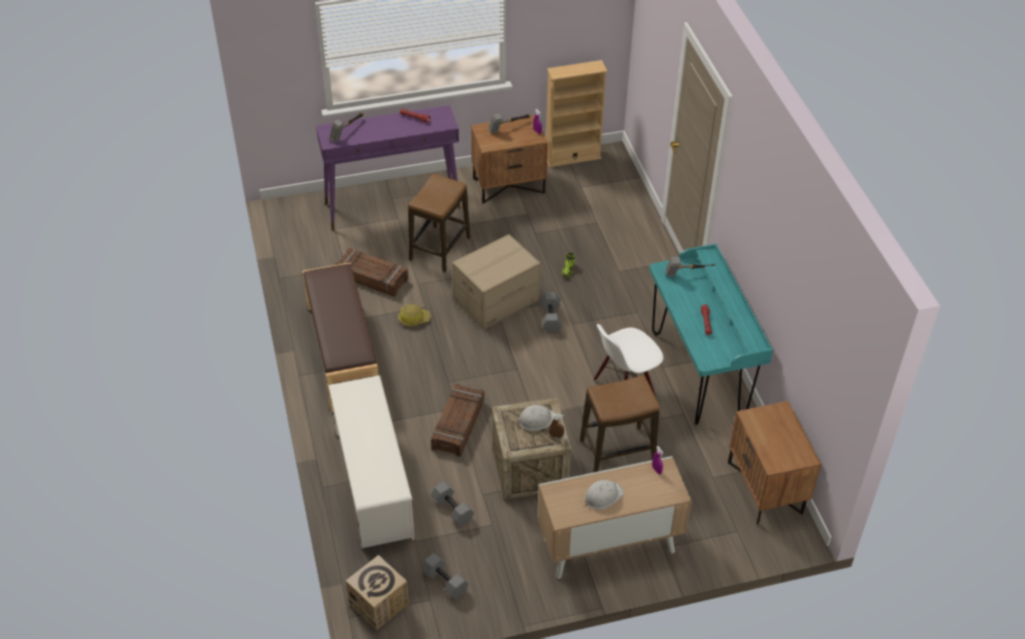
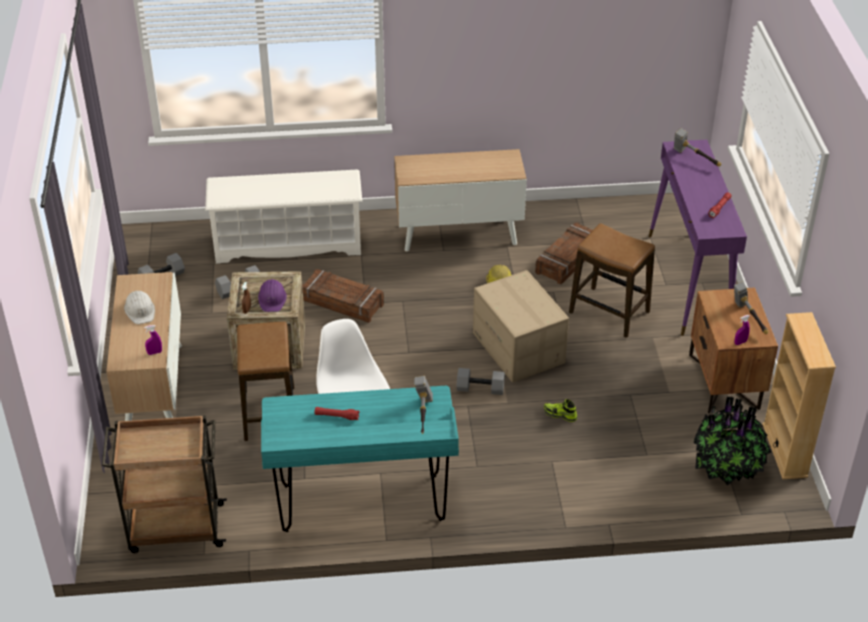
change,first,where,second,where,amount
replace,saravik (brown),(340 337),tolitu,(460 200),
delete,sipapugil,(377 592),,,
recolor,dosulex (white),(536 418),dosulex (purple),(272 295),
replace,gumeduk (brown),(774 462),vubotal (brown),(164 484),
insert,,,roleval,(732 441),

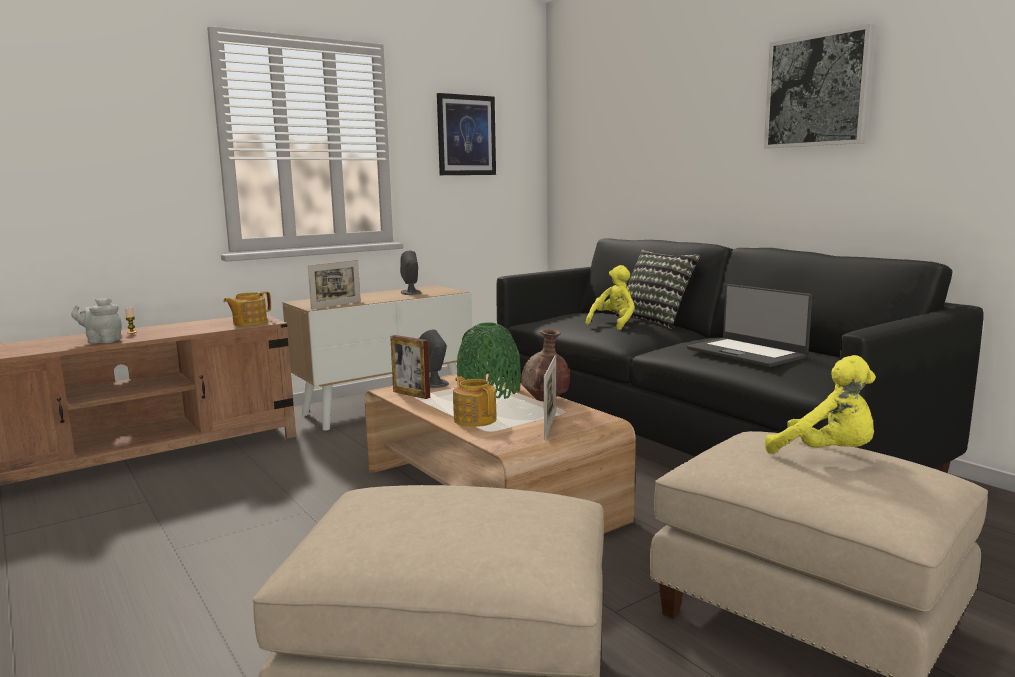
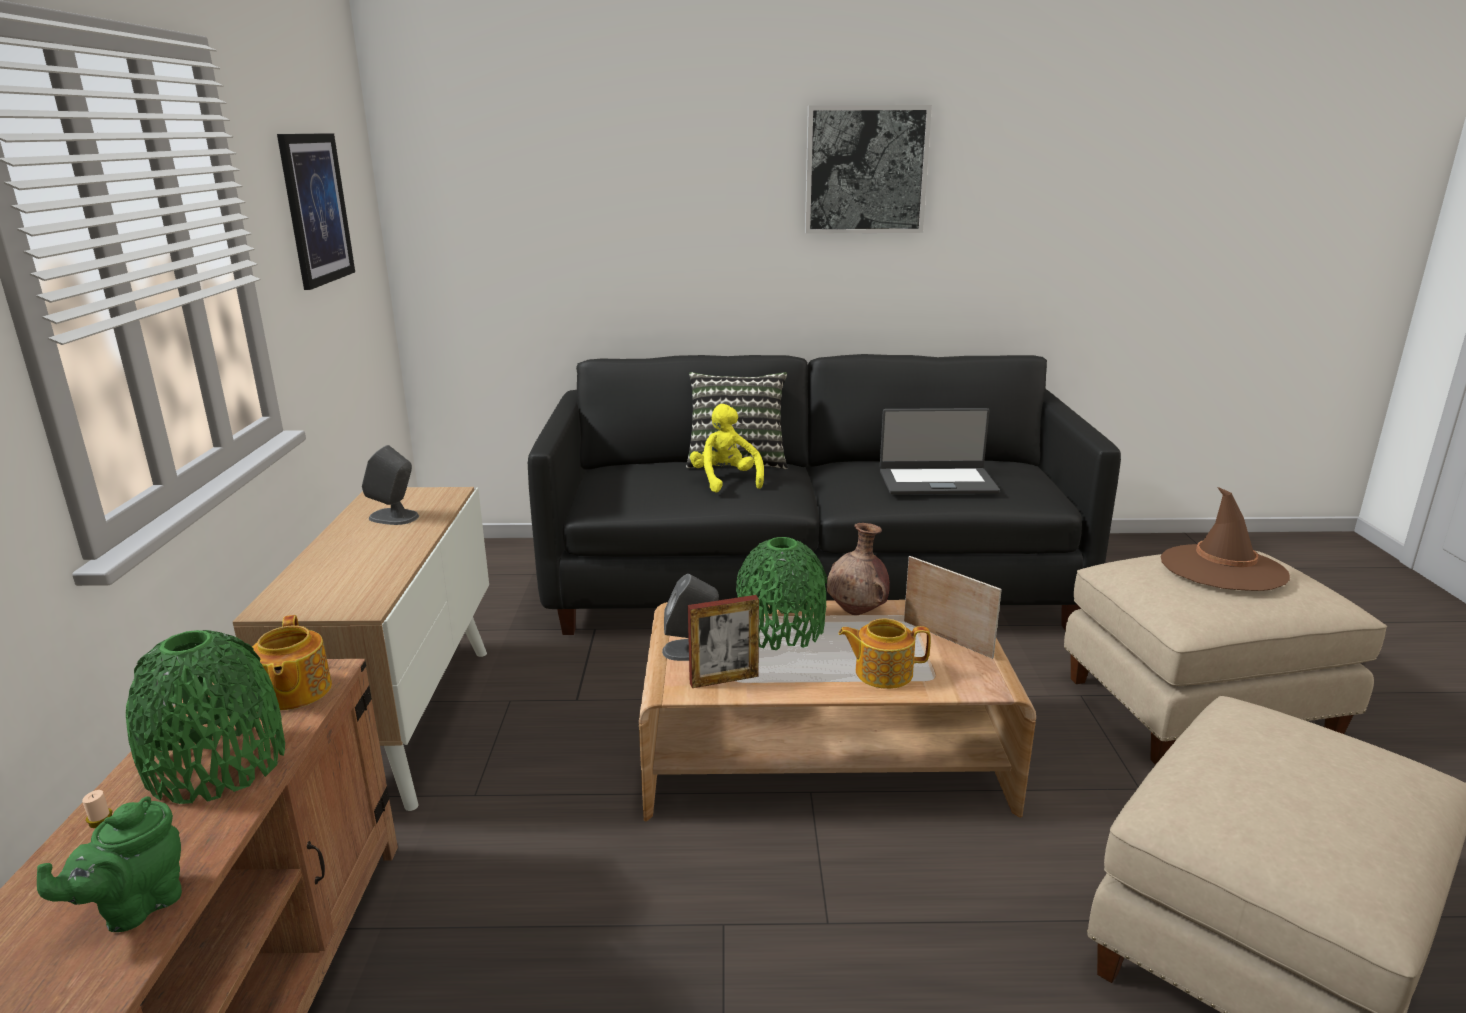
change,first,where,second,where,amount
recolor,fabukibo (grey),(96 321),fabukibo (green),(109 864),
delete,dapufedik,(334 285),,,
replace,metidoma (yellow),(820 404),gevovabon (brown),(1225 539),
insert,,,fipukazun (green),(205 717),

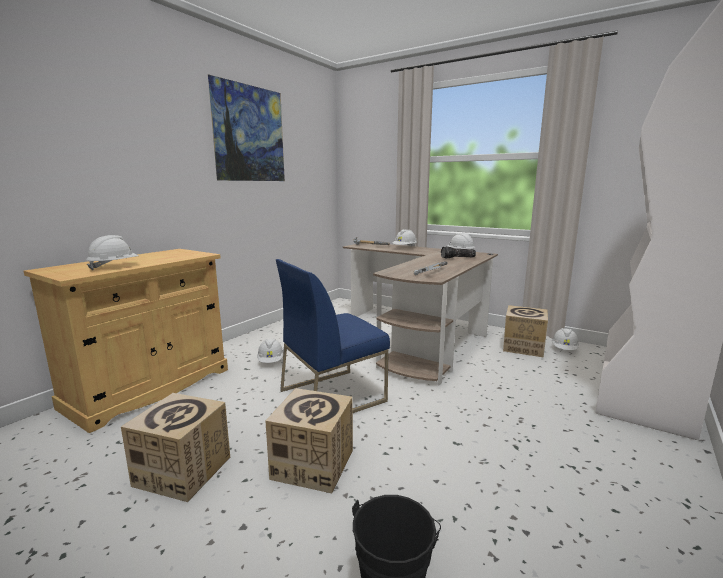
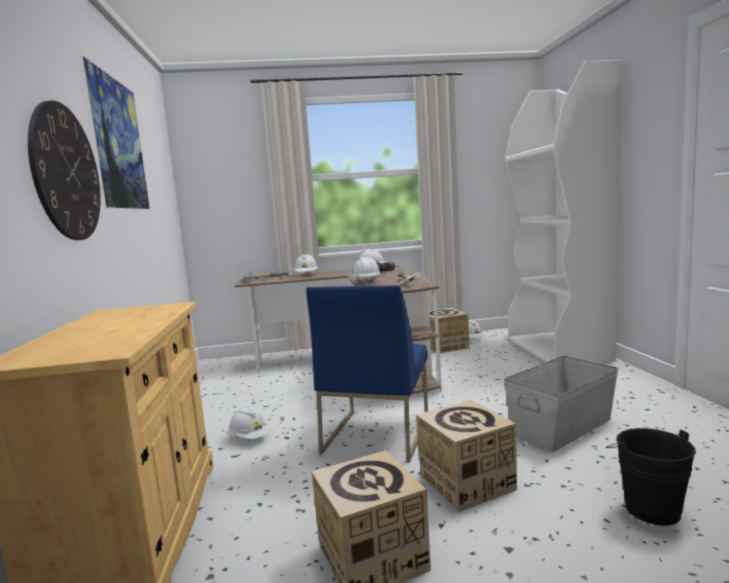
change,first,where,second,where,amount
move,dosulex (white),(112 253),,(367 270),
insert,,,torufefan,(64 170),
insert,,,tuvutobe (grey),(561 404),

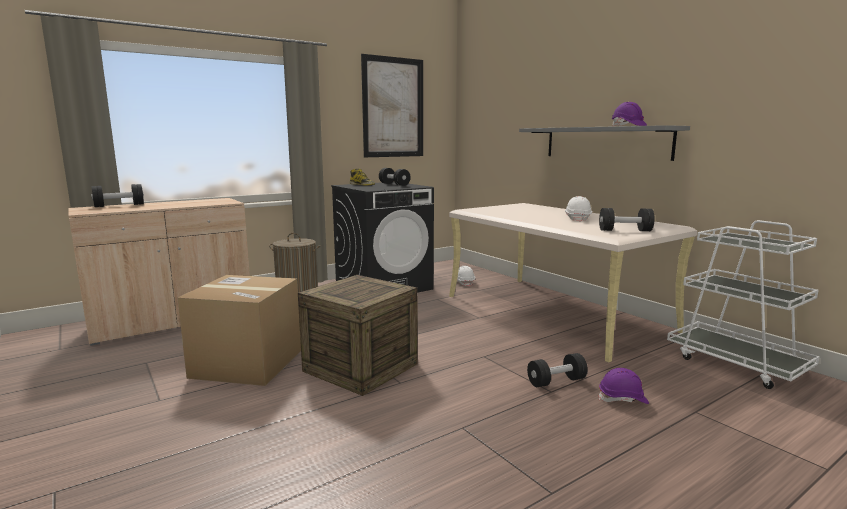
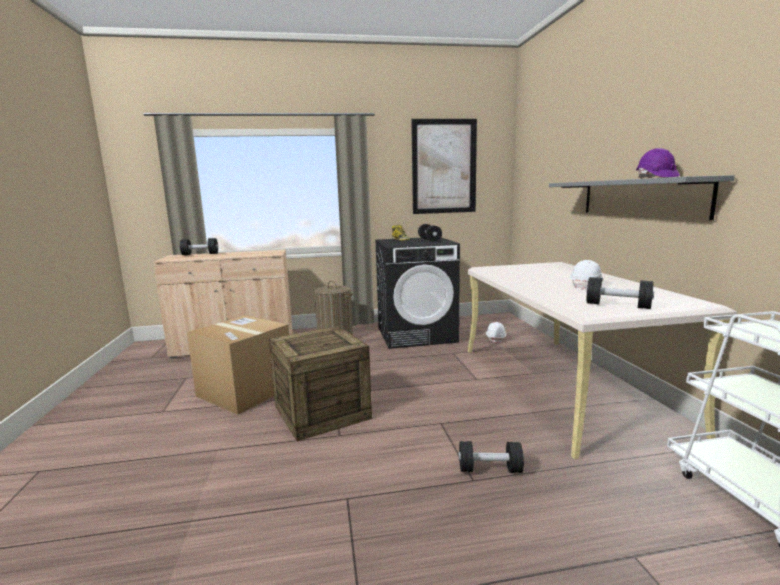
change,first,where,second,where,amount
delete,dosulex (purple),(624 386),,,

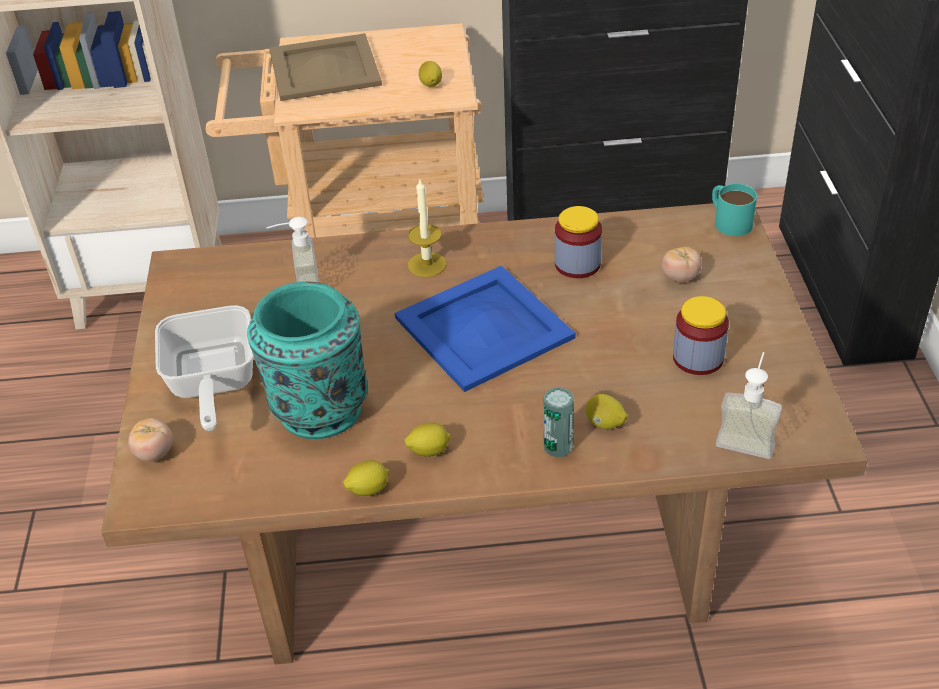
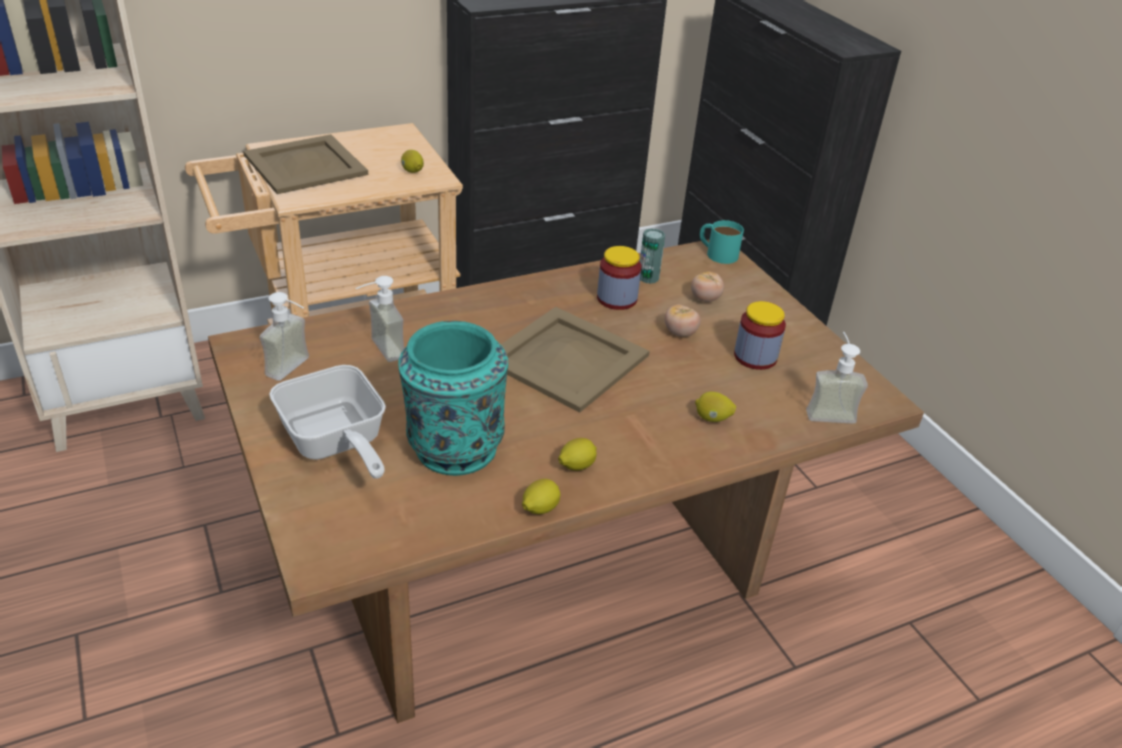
change,first,where,second,where,amount
move,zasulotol,(150 440),,(683 320),
recolor,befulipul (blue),(485 329),befulipul (beige),(575 360),
delete,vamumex,(427 228),,,
move,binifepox,(559 422),,(652 256),
insert,,,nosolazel,(284 336),

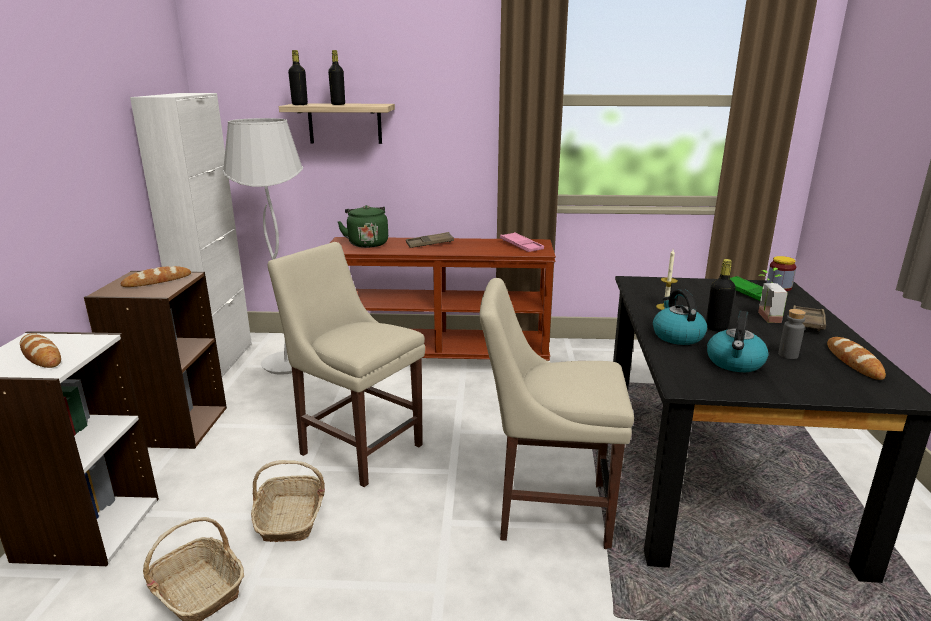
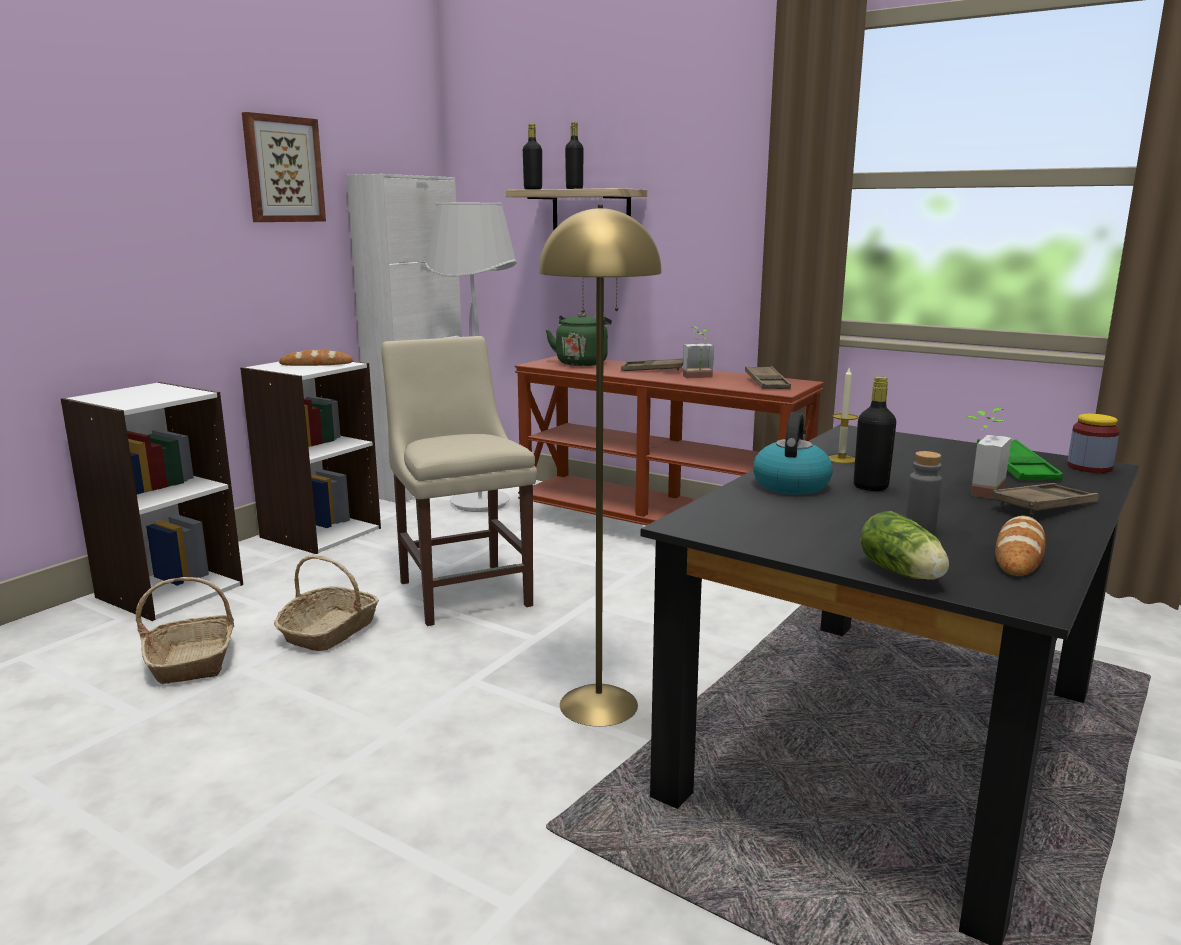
change,first,where,second,where,amount
delete,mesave,(40 350),,,
recolor,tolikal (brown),(155 360),tolikal (white),(310 457),
replace,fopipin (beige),(557 413),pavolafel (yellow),(600 465),
recolor,befulipul (pink),(522 242),befulipul (brown),(768 377),
delete,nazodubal,(737 341),,,
insert,,,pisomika,(284 167),
insert,,,roleval,(698 352),
insert,,,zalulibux,(904 545),

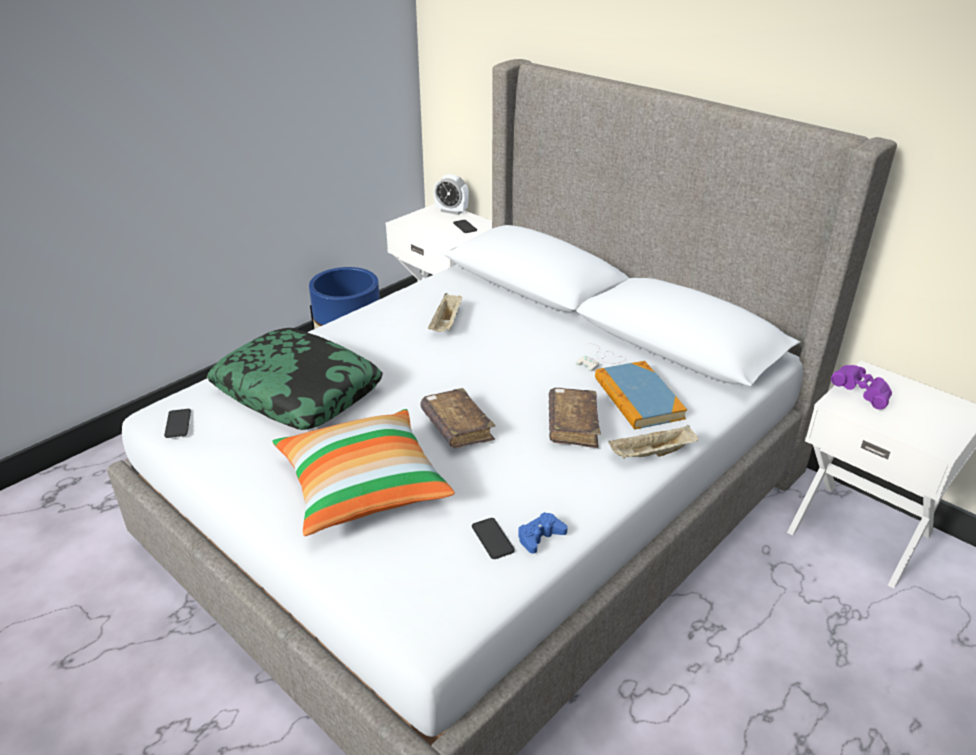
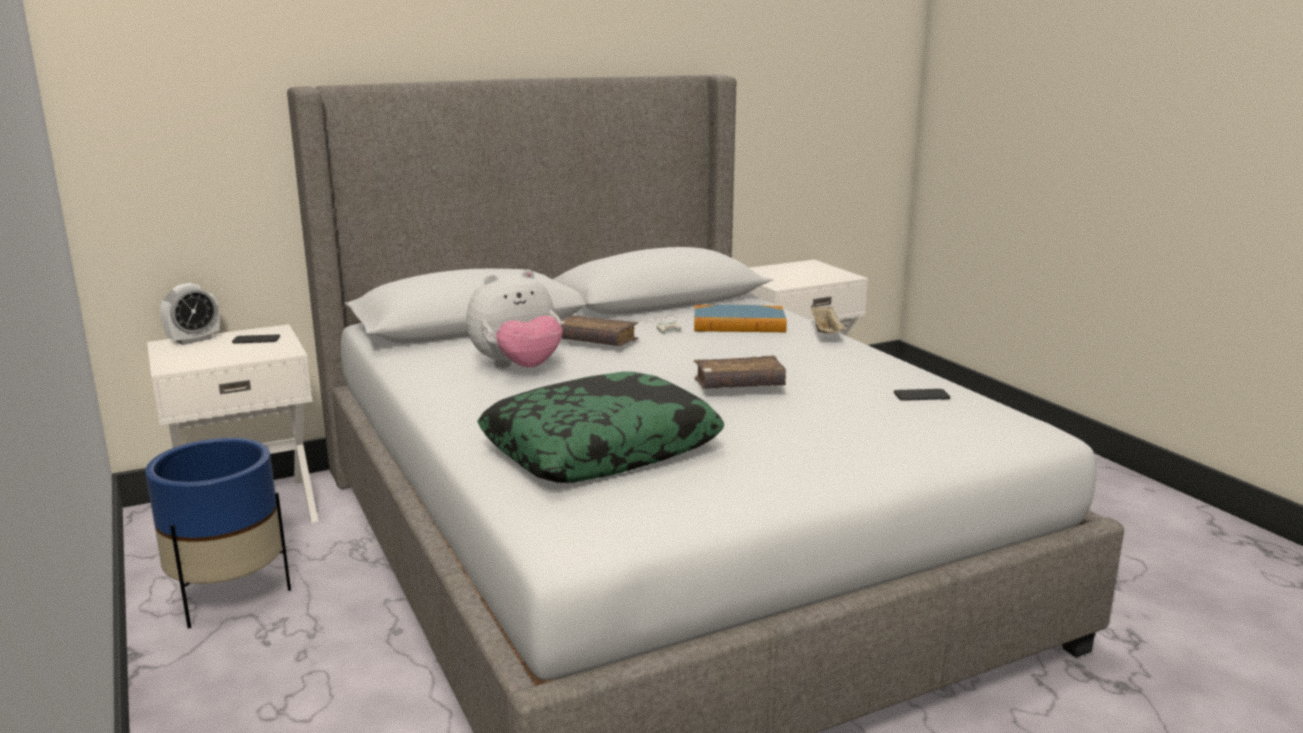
change,first,where,second,where,amount
delete,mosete,(177 423),,,
delete,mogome,(363 472),,,
replace,befulipul (beige),(445 312),metidoma,(514 318),
delete,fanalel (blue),(543 533),,,
move,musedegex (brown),(575 418),,(599 330),
delete,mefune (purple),(861 387),,,

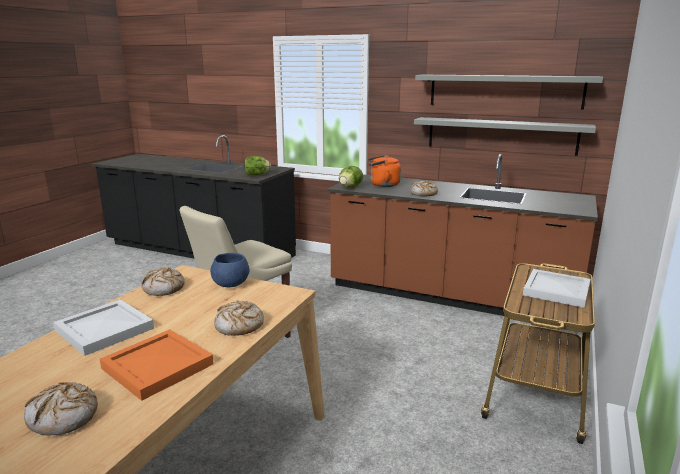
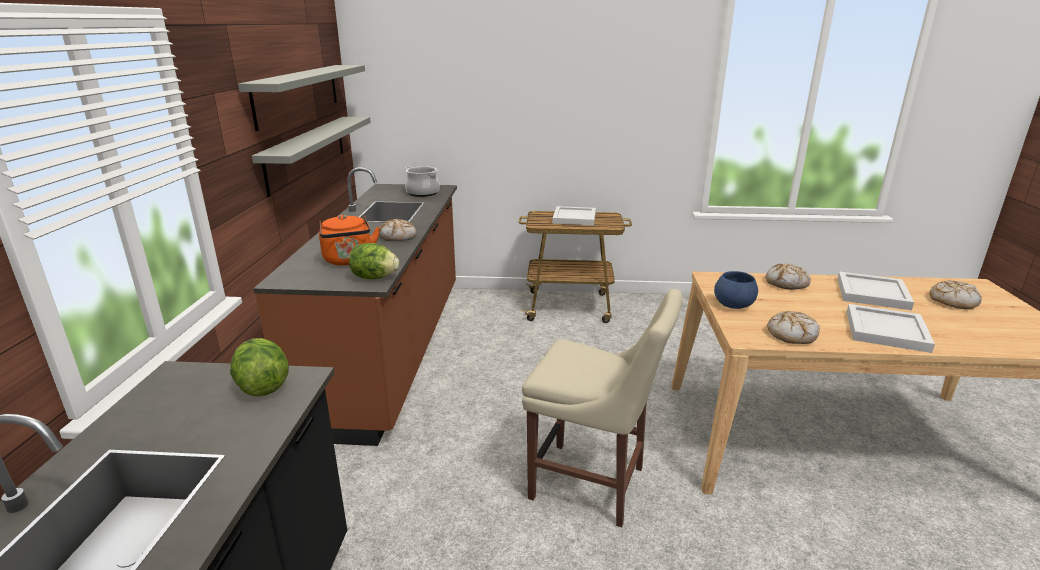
change,first,where,second,where,amount
recolor,befulipul (orange),(157 365),befulipul (white),(875 291),
insert,,,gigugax,(422 181),

